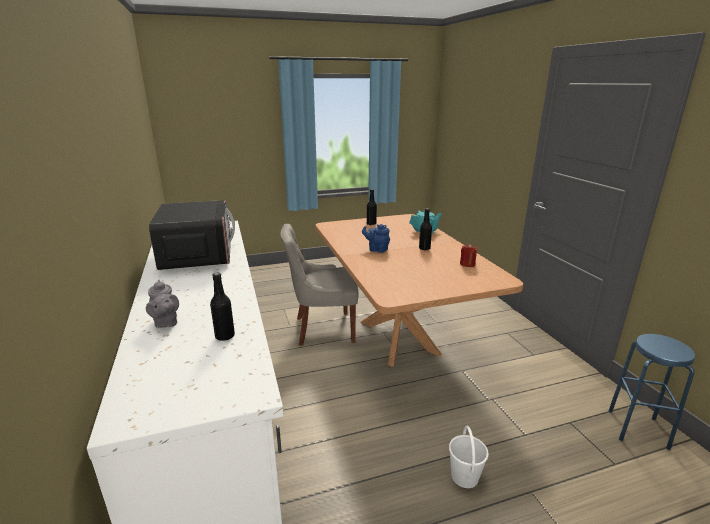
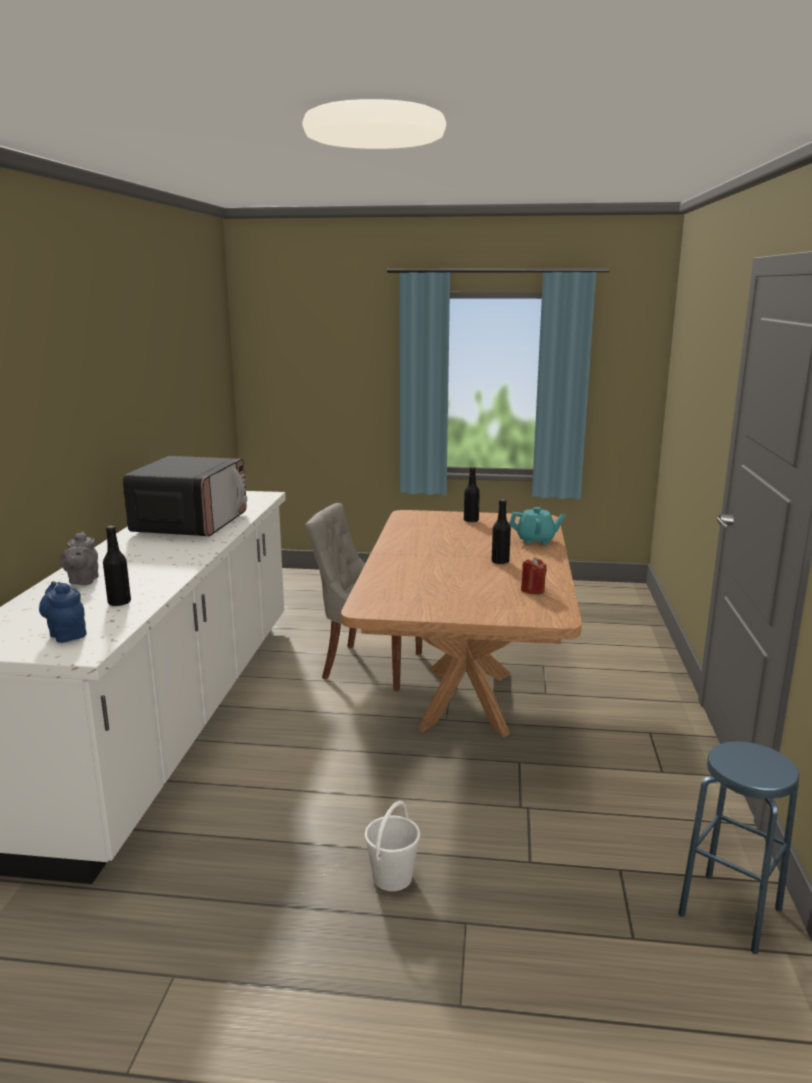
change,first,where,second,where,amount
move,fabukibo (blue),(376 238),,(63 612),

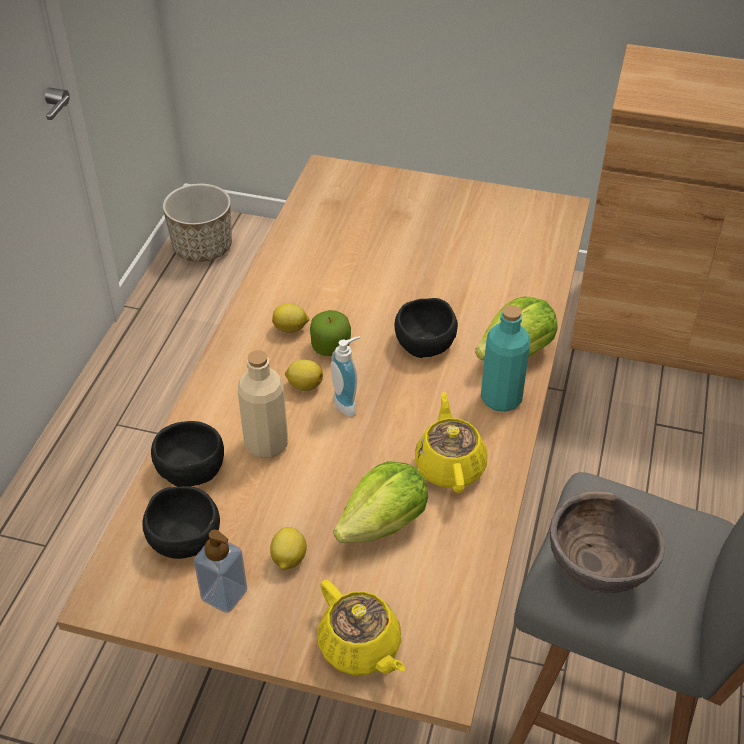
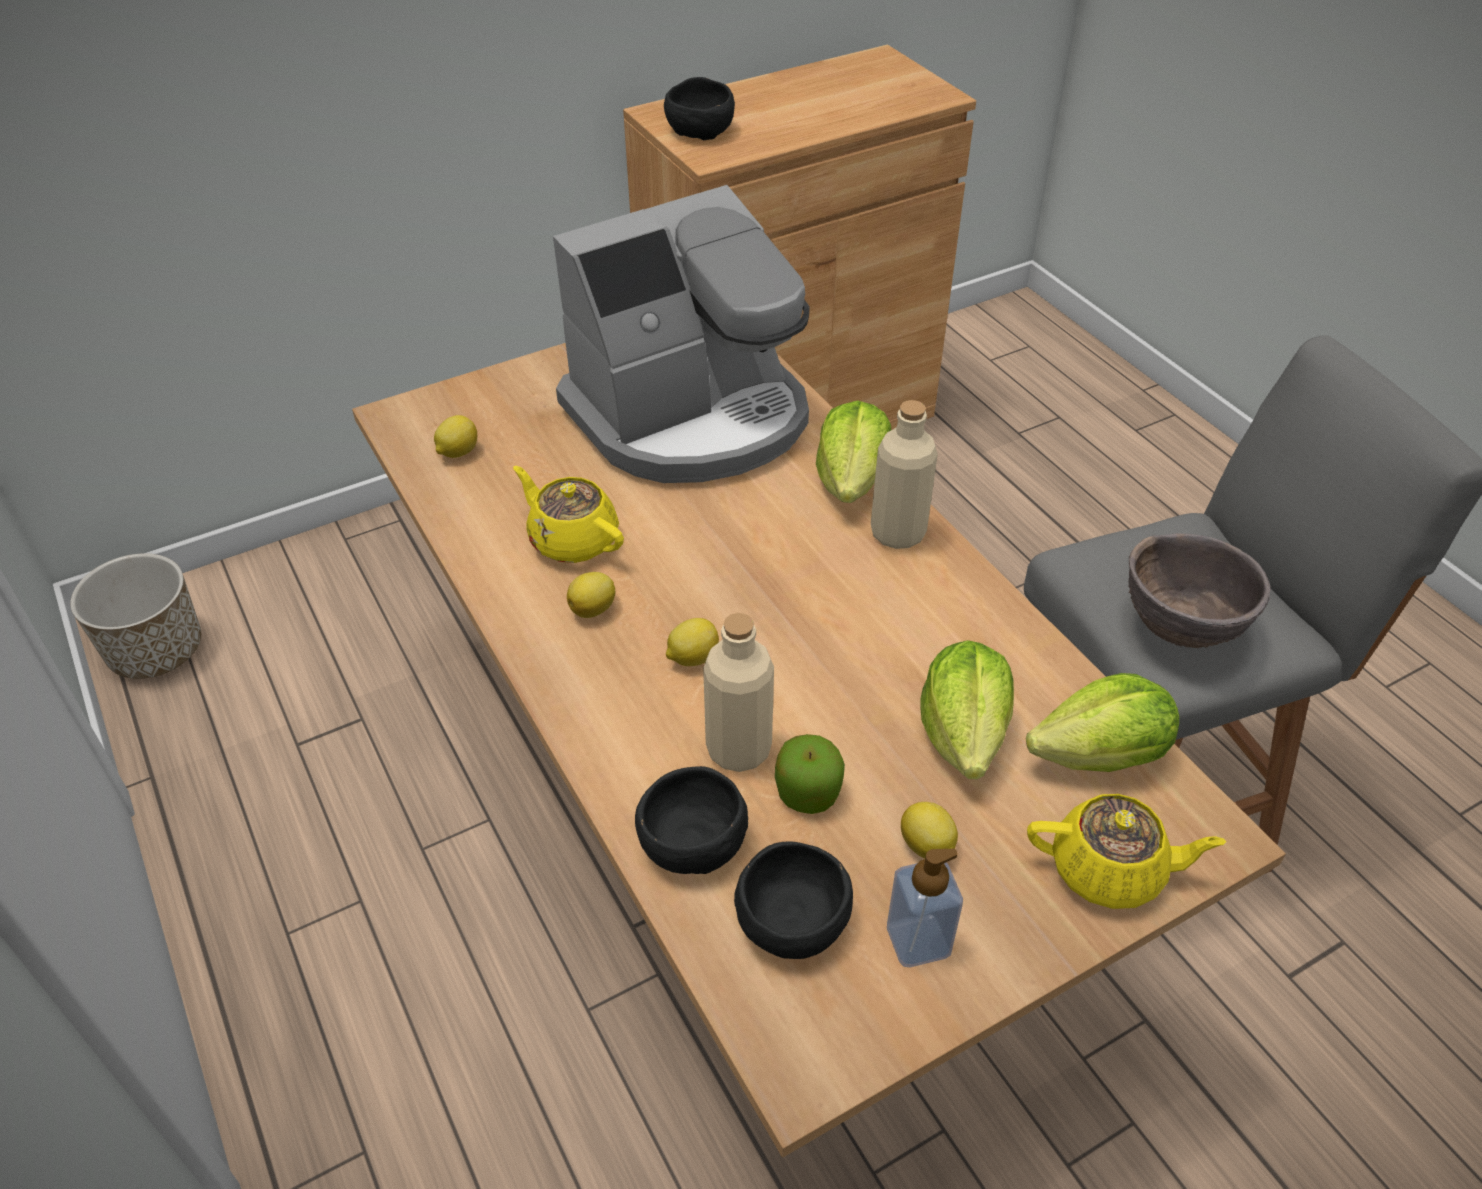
change,first,where,second,where,amount
move,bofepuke,(330 333),,(810 774),
delete,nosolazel,(346 376),,,
move,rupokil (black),(426 328),,(699 108),
move,fabukibo (yellow),(451 442),,(568 514),
recolor,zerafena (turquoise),(506 358),zerafena (beige),(904 474),
insert,,,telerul,(455 436),
insert,,,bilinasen,(681 334),
insert,,,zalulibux,(1102 722),

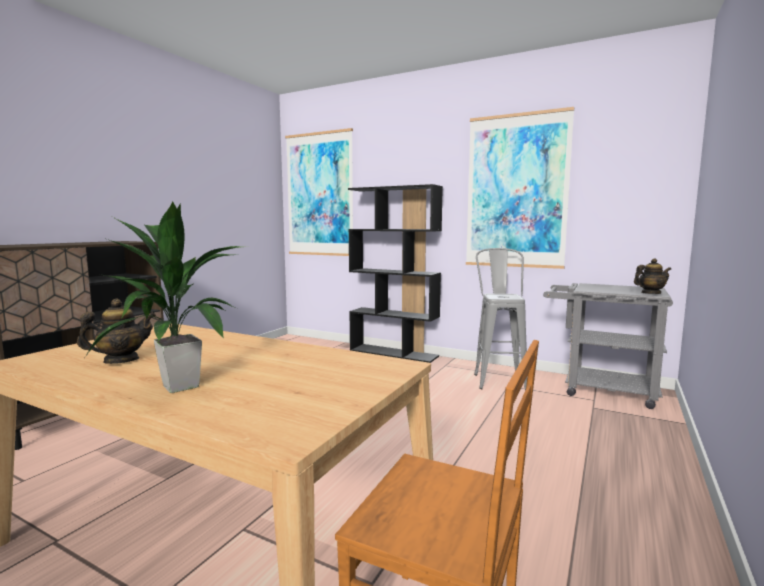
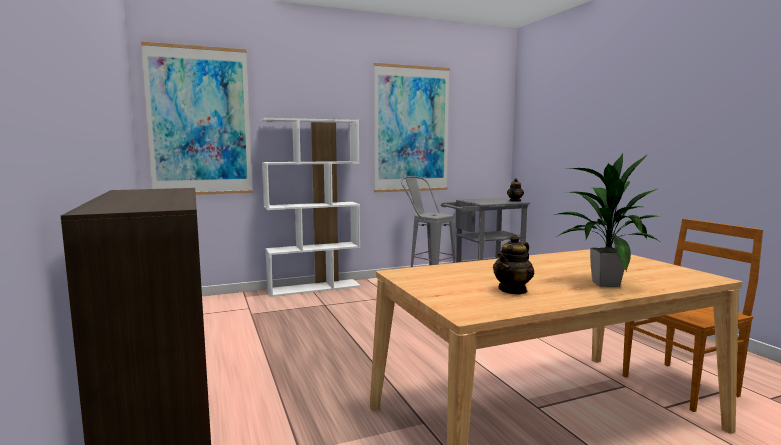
change,first,where,second,where,amount
rotate,fabukibo,(116 331),,(514 265),150 degrees counterclockwise
recolor,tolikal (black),(395 273),tolikal (white),(310 207),

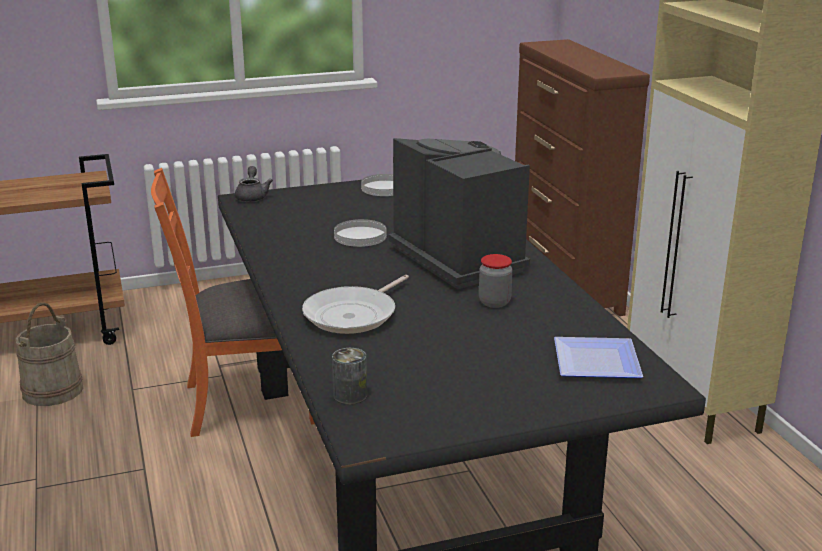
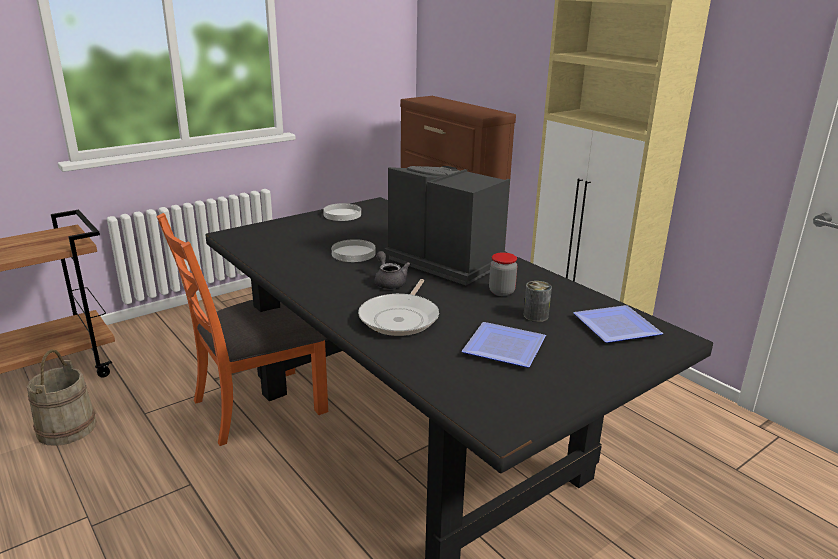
change,first,where,second,where,amount
move,fabukibo (grey),(254 184),,(392 270),
move,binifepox,(349 376),,(538 301),
insert,,,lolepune,(504 345),

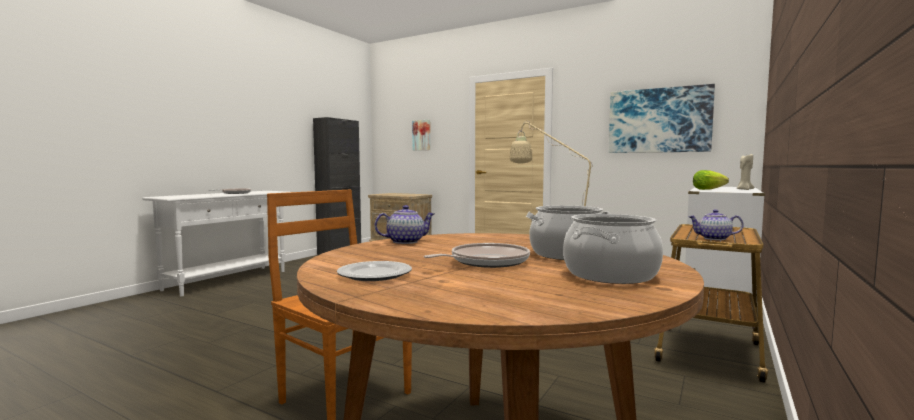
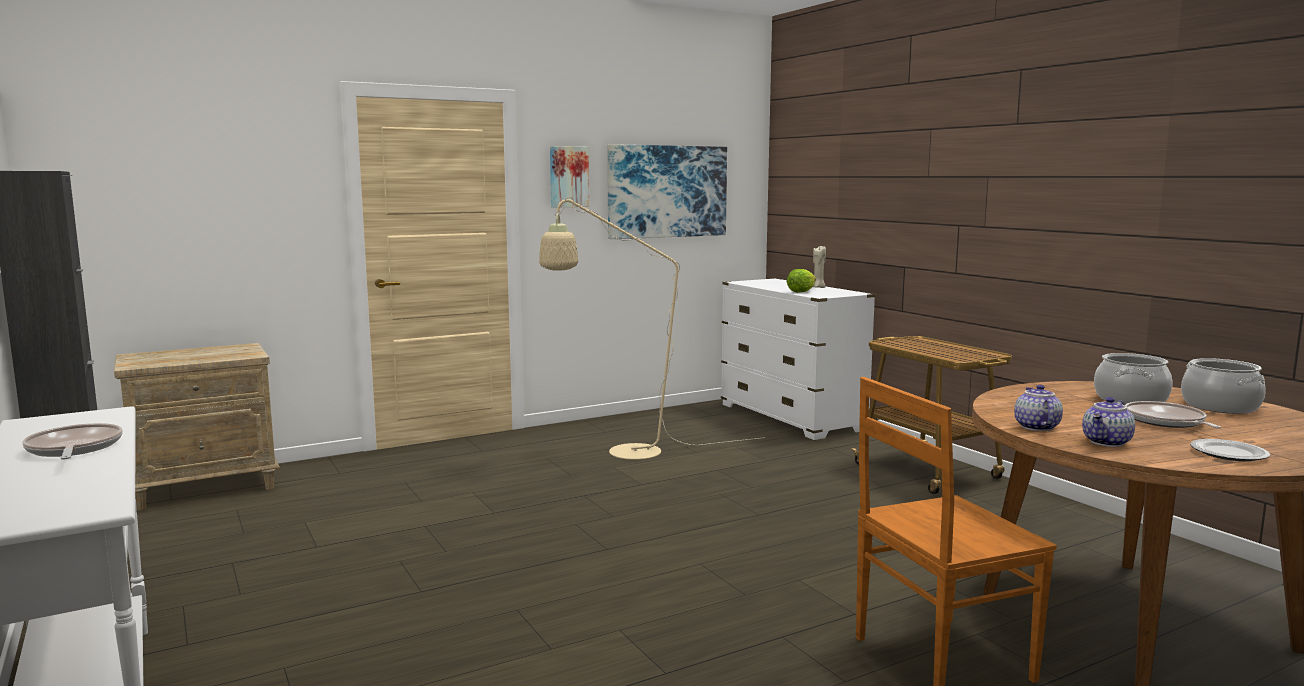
change,first,where,second,where,amount
move,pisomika,(421 135),,(569 177),
move,fabukibo,(716 224),,(1108 422),

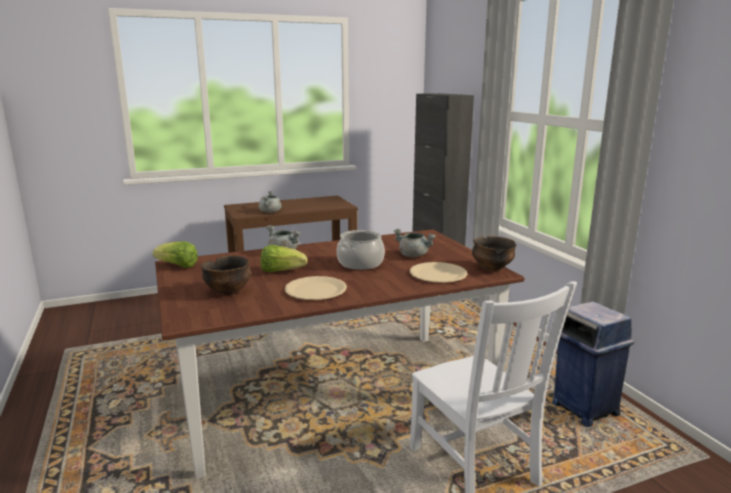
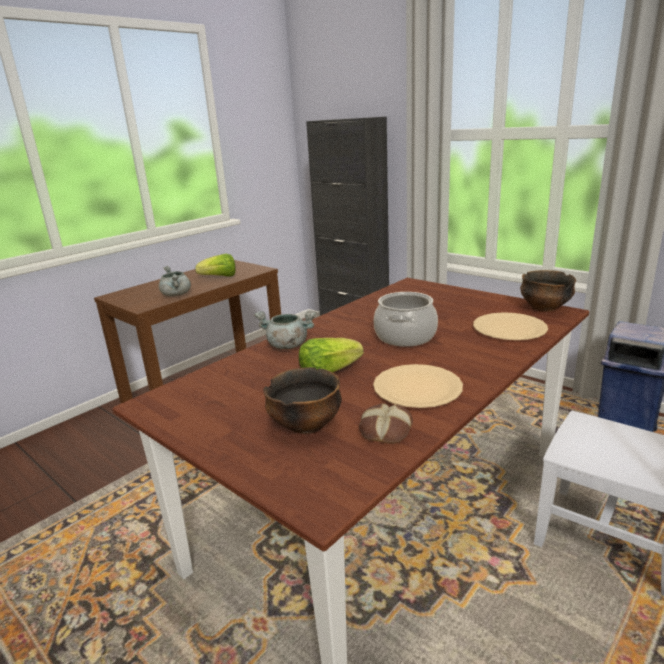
change,first,where,second,where,amount
move,zalulibux,(175 254),,(215 265),
delete,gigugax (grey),(414 243),,,
insert,,,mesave,(386 423),

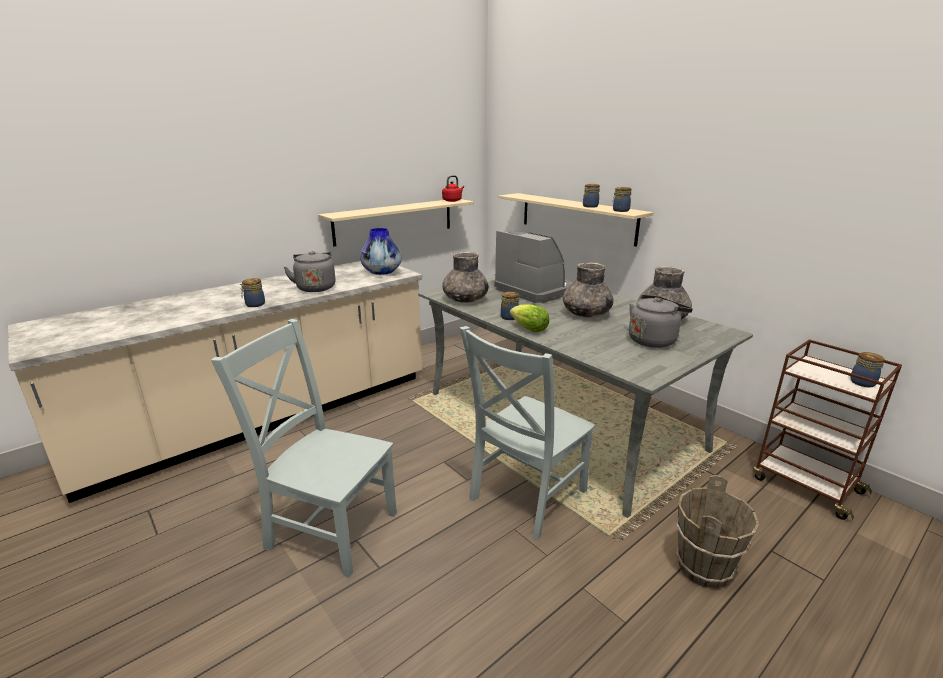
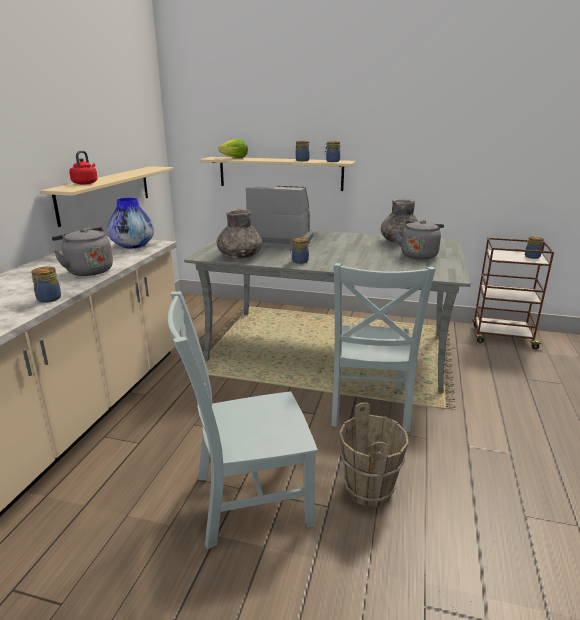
change,first,where,second,where,amount
move,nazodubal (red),(453 188),,(83 168),
move,zalulibux,(529 318),,(233 148),
delete,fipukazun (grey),(588 290),,,
move,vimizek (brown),(717 531),,(374 454),

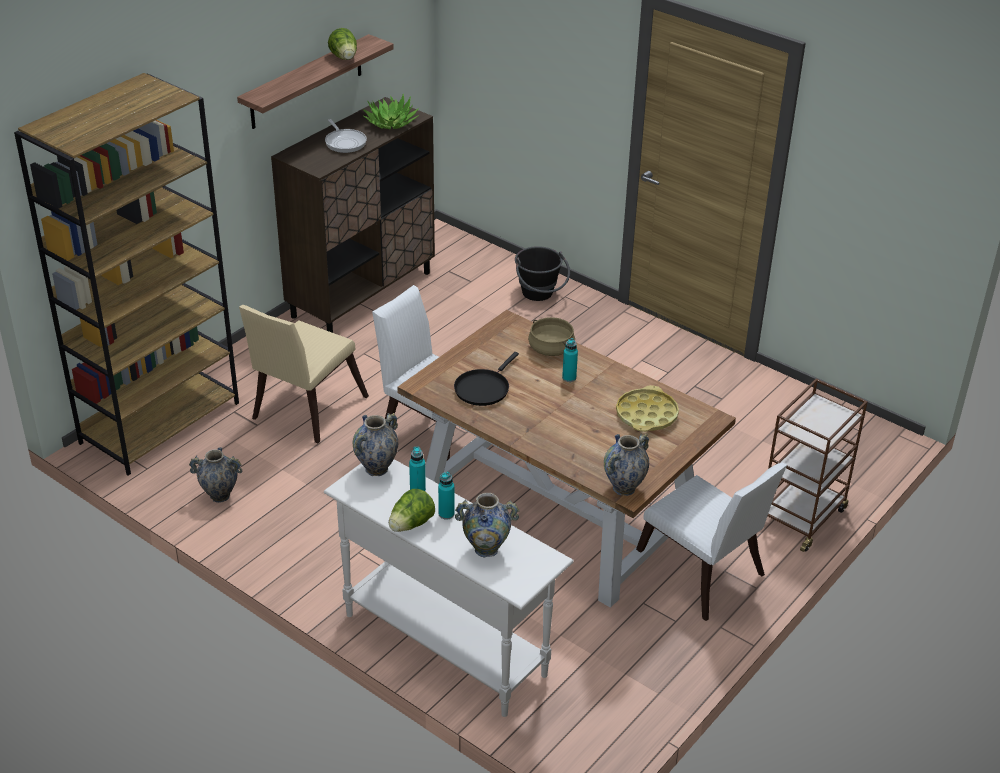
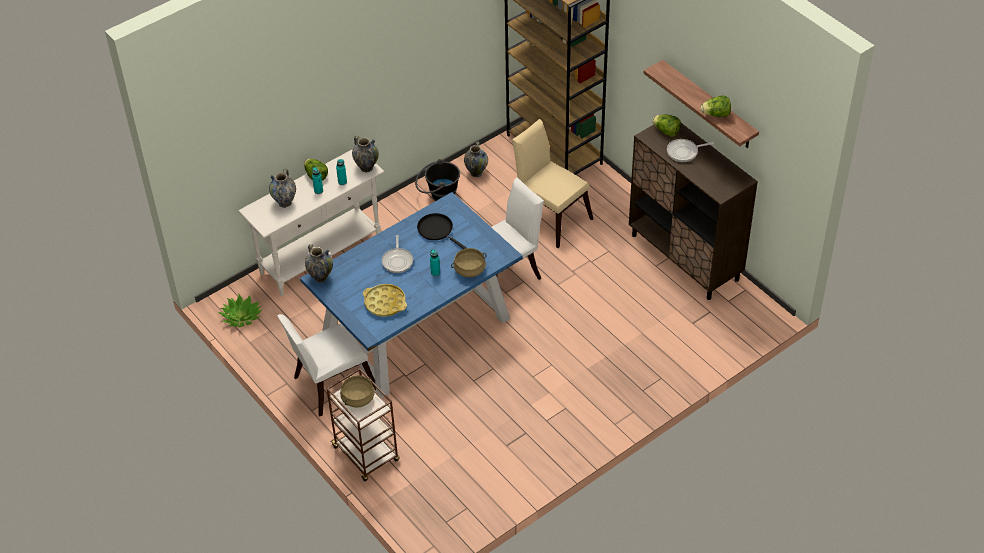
change,first,where,second,where,amount
move,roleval,(391 112),,(241 311),
recolor,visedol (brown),(566 459),visedol (blue),(411 295),
move,vimizek (black),(542 273),,(437 180),
insert,,,gigugax (beige),(357 391),
insert,,,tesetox,(397 254),
insert,,,zalulibux,(666 125),

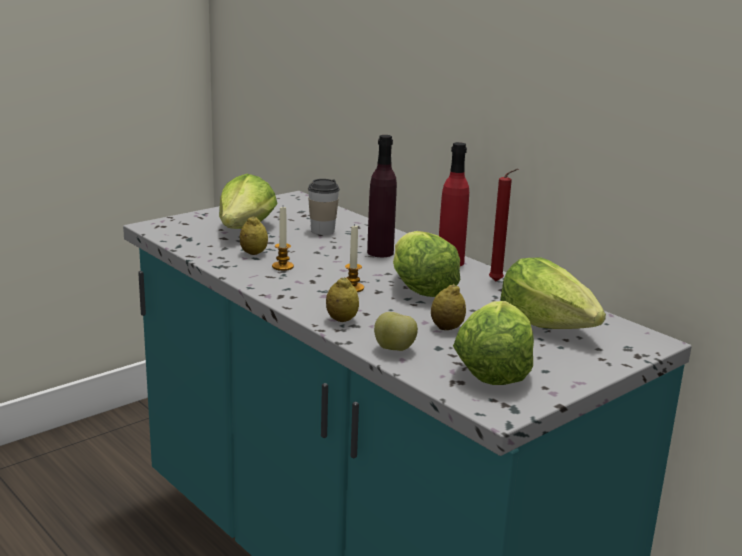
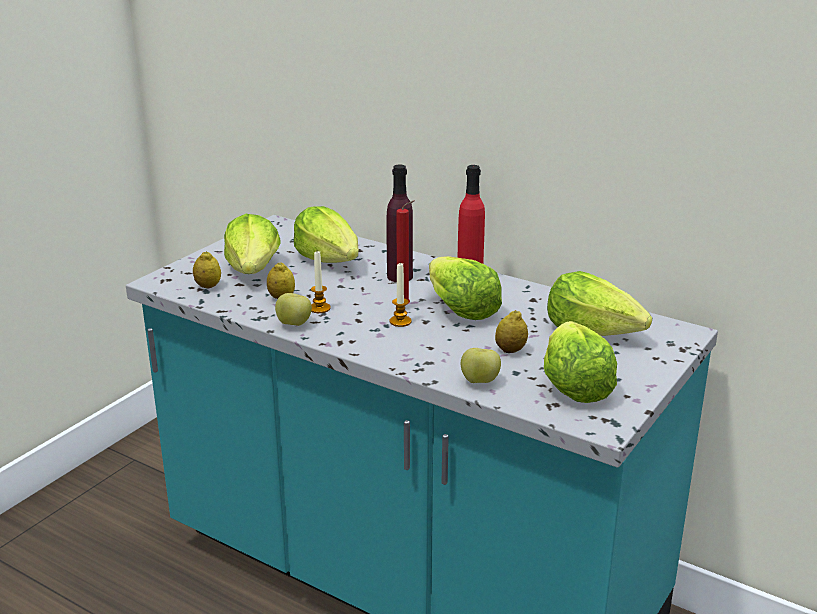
change,first,where,second,where,amount
replace,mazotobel,(324 207),zalulibux,(326 234),
move,telerul,(342 299),,(207 269),
move,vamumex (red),(503 225),,(405 253),
insert,,,bofepuke,(293 309),

